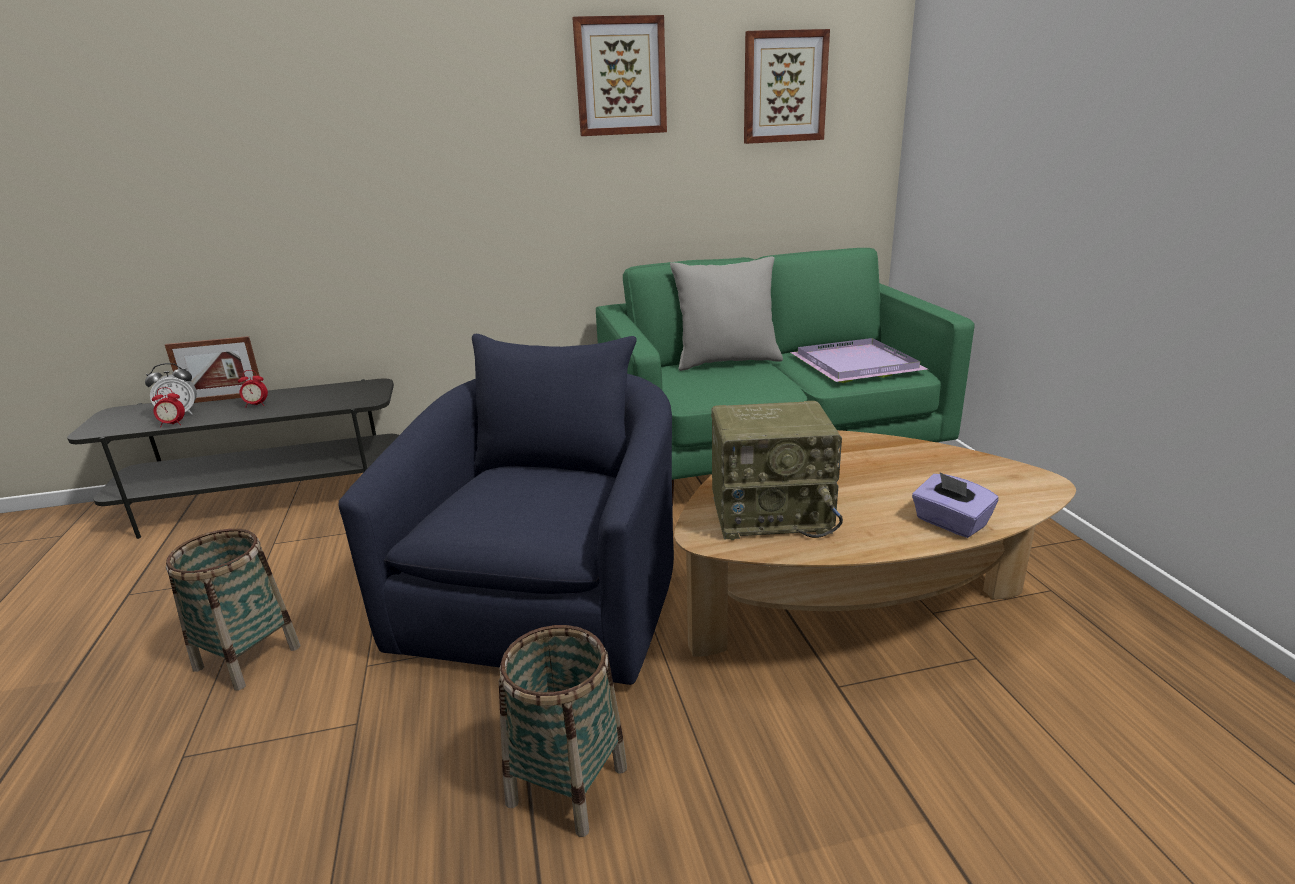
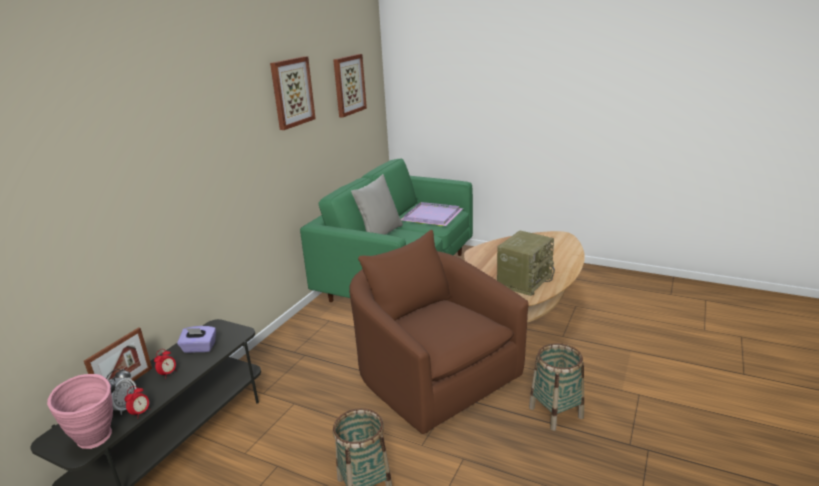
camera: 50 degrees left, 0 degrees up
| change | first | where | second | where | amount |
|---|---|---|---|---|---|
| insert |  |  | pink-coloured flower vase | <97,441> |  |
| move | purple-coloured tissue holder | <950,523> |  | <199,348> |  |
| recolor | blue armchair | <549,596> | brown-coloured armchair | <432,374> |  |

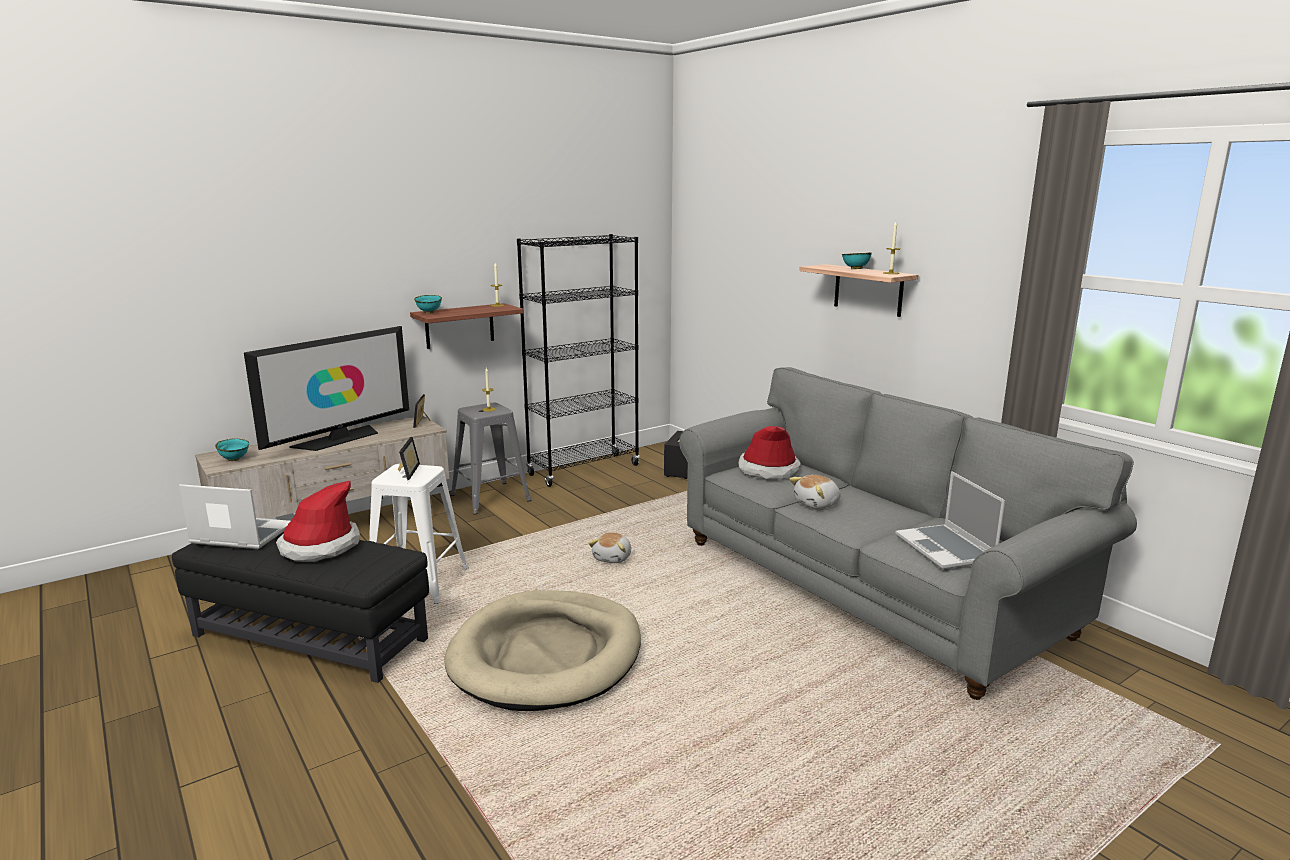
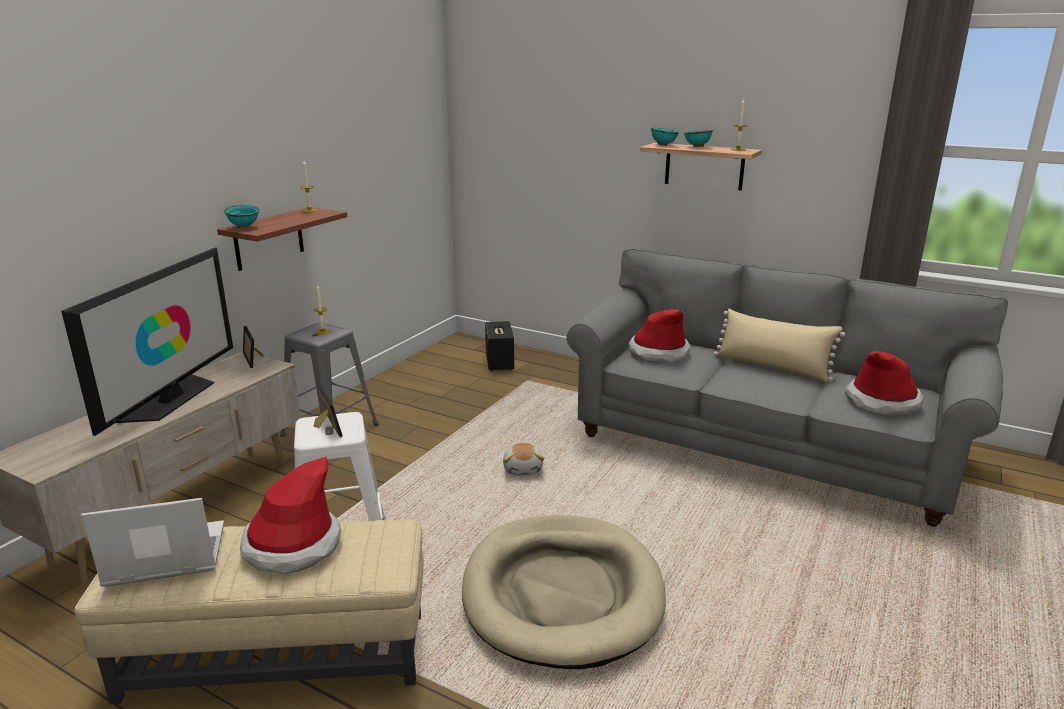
camera: 25 degrees left, 5 degrees up
| change | first | where | second | where | amount |
|---|---|---|---|---|---|
| recolor | black-coloured footrest | <309,637> | beige footrest | <276,656> |  |
| move | turquoise bowl | <235,459> |  | <663,145> |  |
| insert |  |  | beige throw pillow | <772,367> |  |
| replace | laptop | <946,549> | wearable hat | <882,401> |  |
| delete | black-coloured shelving unit | <584,470> |  |  |  |
| delete | cuddly toy | <817,504> |  |  |  |

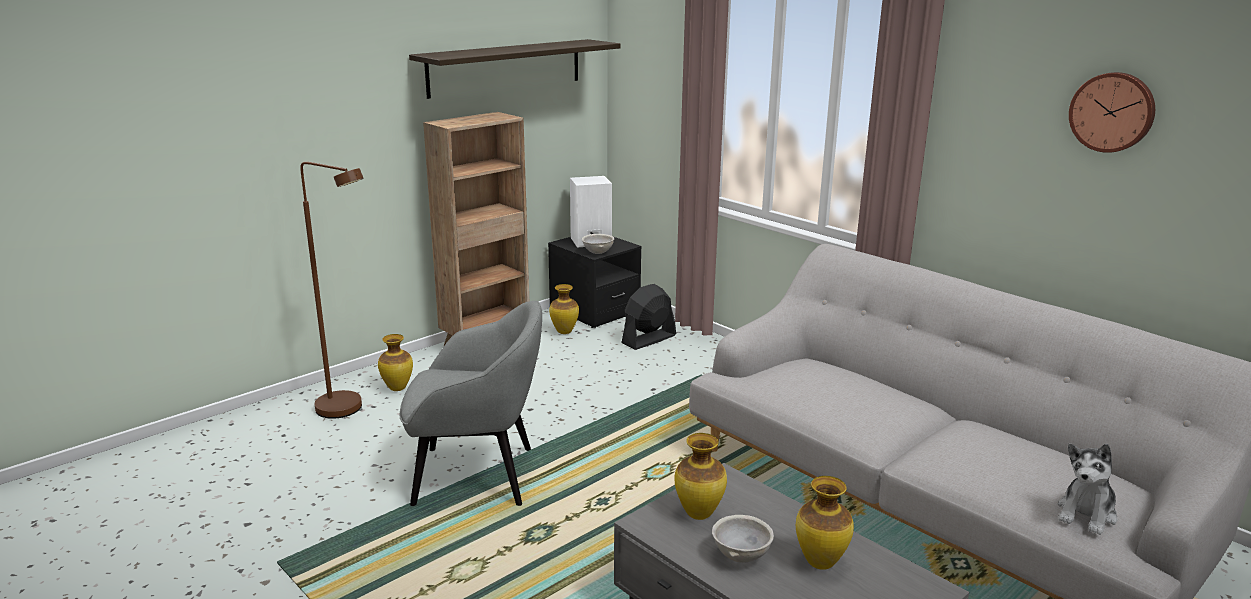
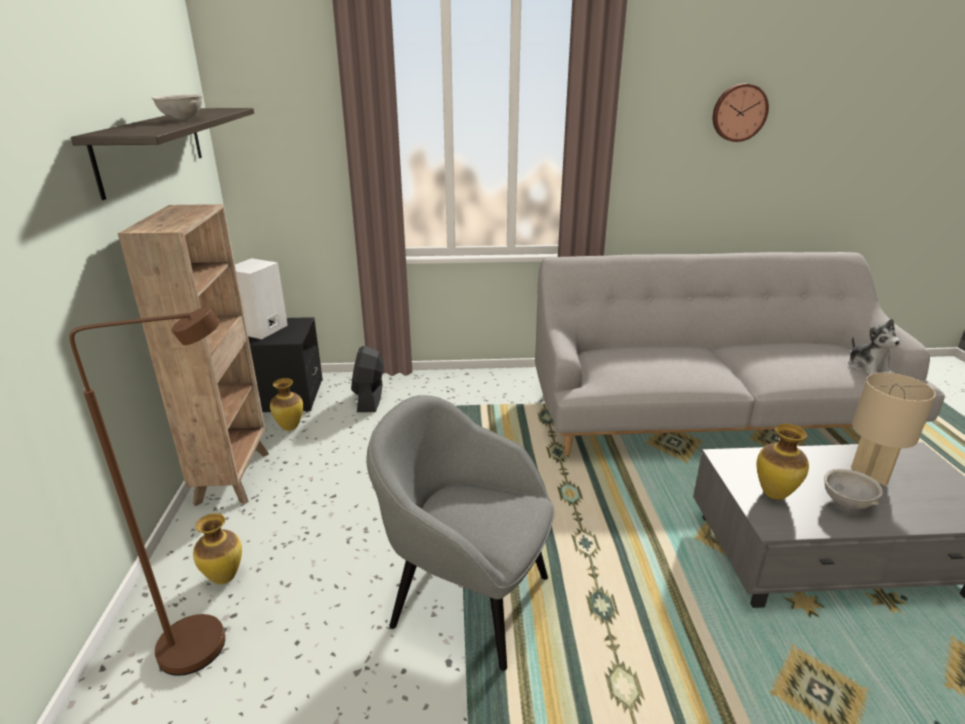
camera: 50 degrees left, 5 degrees up
| change | first | where | second | where | amount |
|---|---|---|---|---|---|
| move | grey bowl | <597,253> |  | <181,120> |  |
| rotate | grey armchair | <478,476> |  | <467,599> | 105 degrees counterclockwise |
| replace | flower vase | <819,562> | beige tabletop lamp | <868,475> |  |

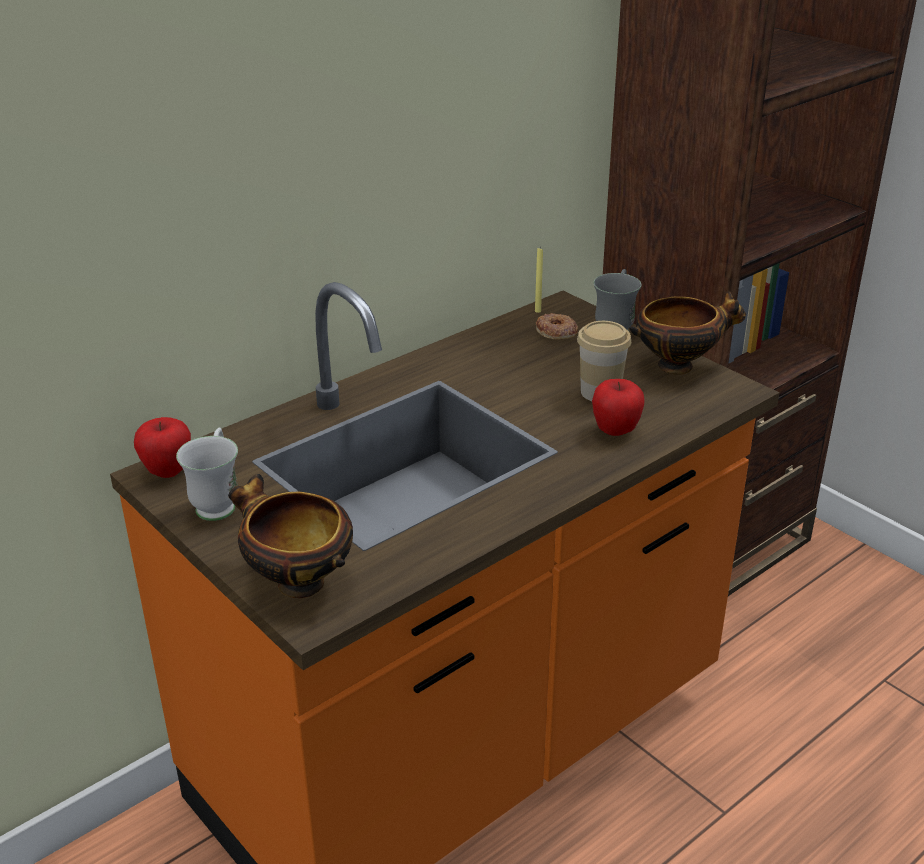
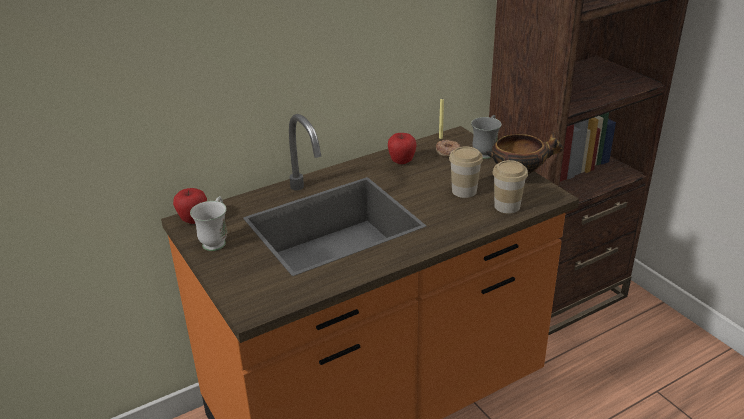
camera: 10 degrees right, 0 degrees up
| change | first | where | second | where | amount |
|---|---|---|---|---|---|
| move | apple | <615,431> |  | <401,162> |  |
| insert |  |  | drinking cup | <507,206> |  |
| delete | bowl | <296,582> |  |  |  |

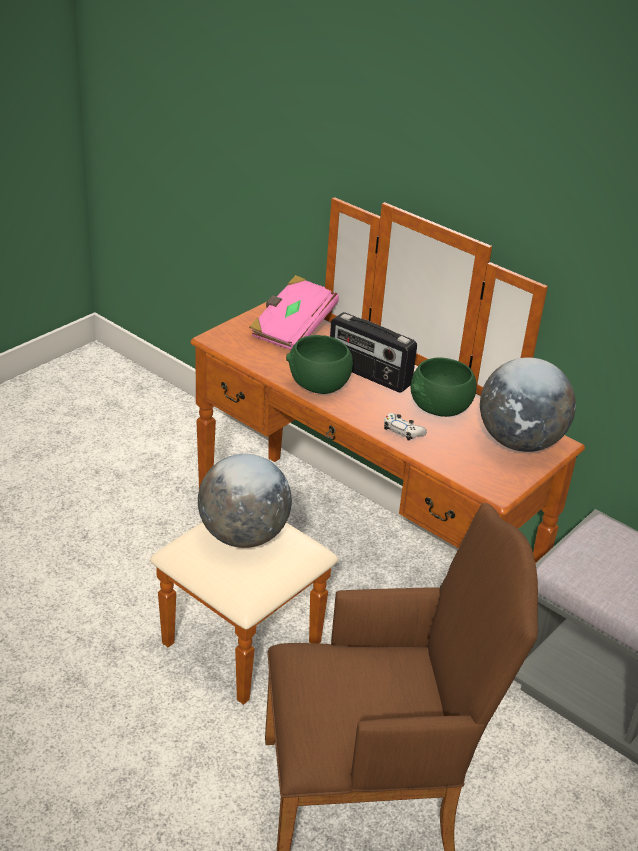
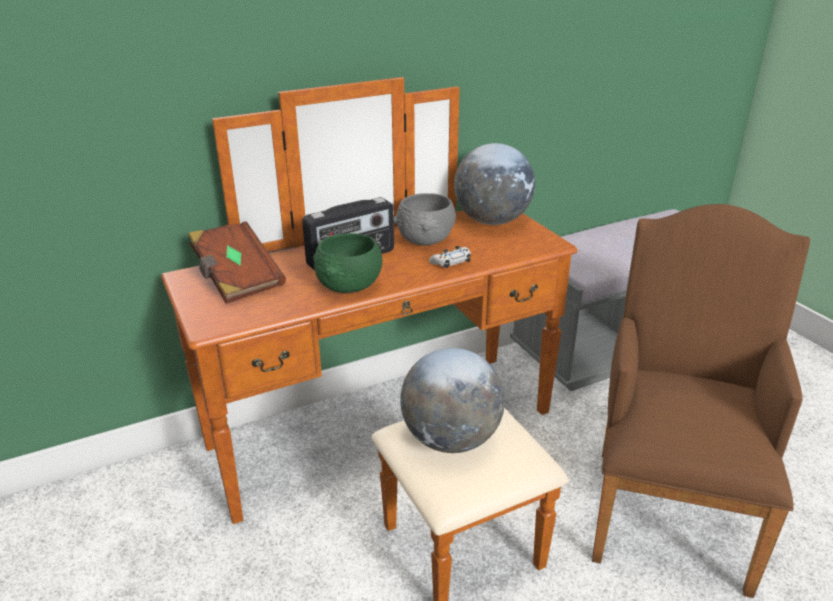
camera: 65 degrees left, 5 degrees down
| change | first | where | second | where | amount |
|---|---|---|---|---|---|
| recolor | pink-coloured book | <293,329> | brown-coloured book | <237,278> |  |
| recolor | green-coloured bowl | <439,408> | grey bowl | <426,239> |  |

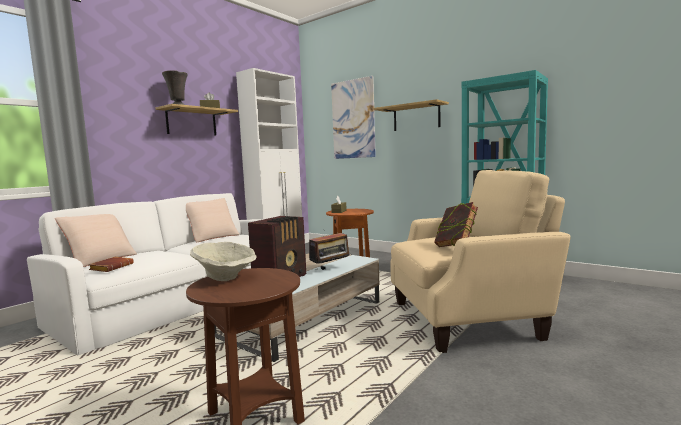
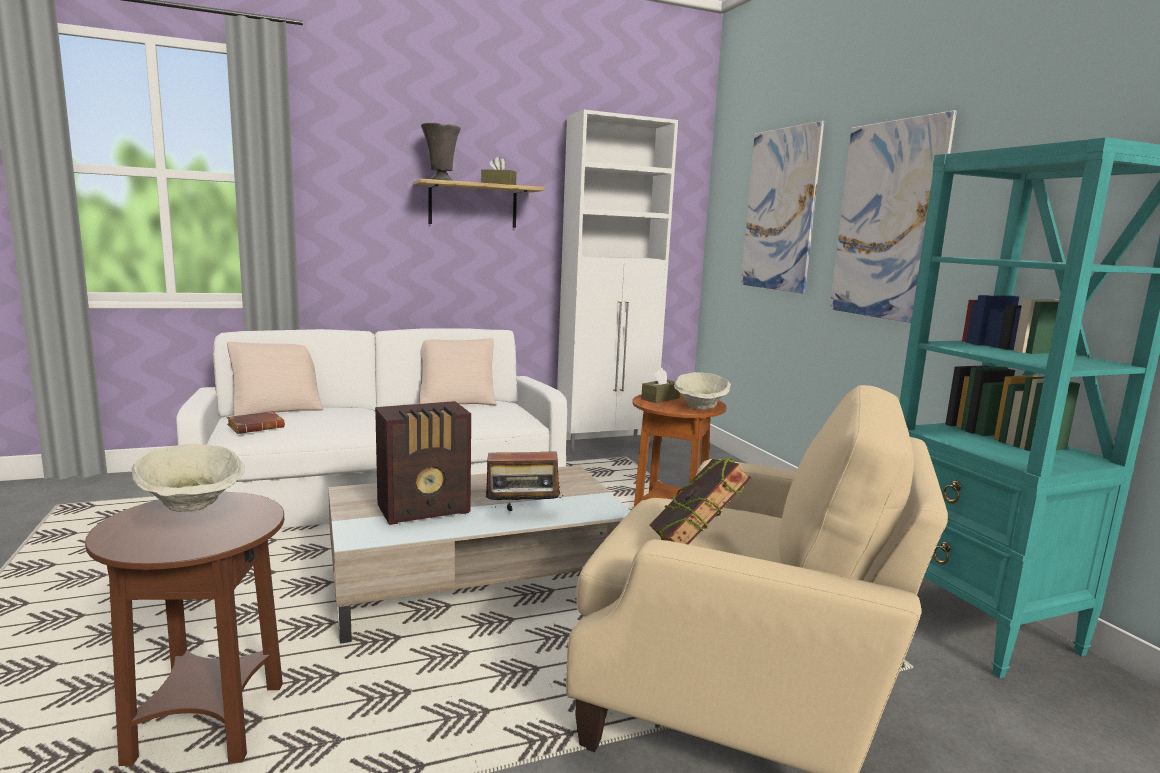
camera: 30 degrees right, 5 degrees up
| change | first | where | second | where | amount |
|---|---|---|---|---|---|
| insert |  |  | beige bowl | <701,407> |  |
| replace | wall shelf | <416,117> | wall art | <887,221> |  |

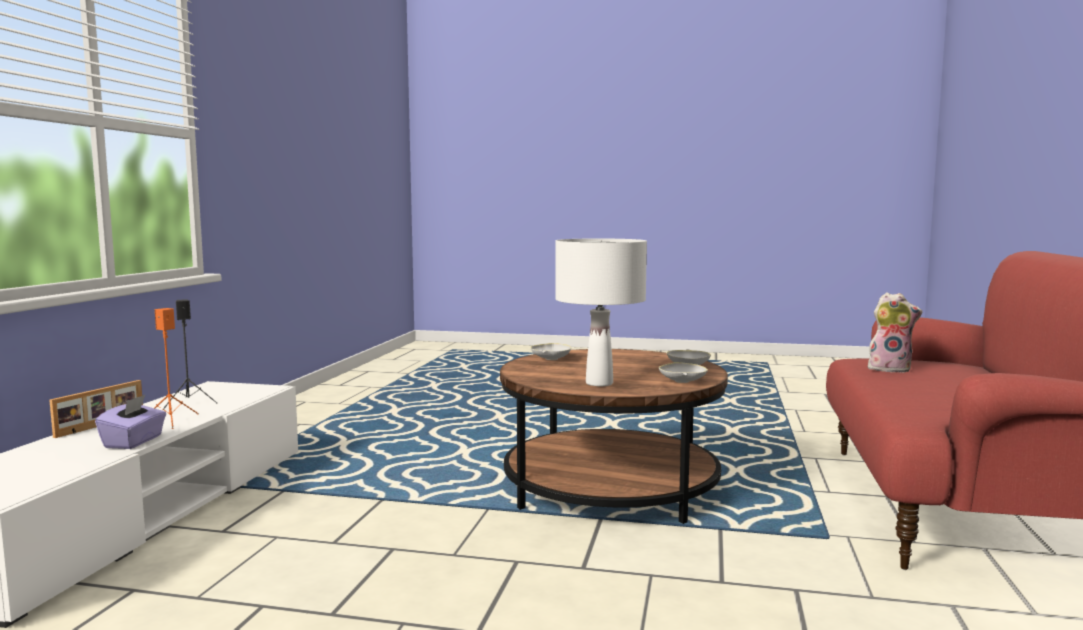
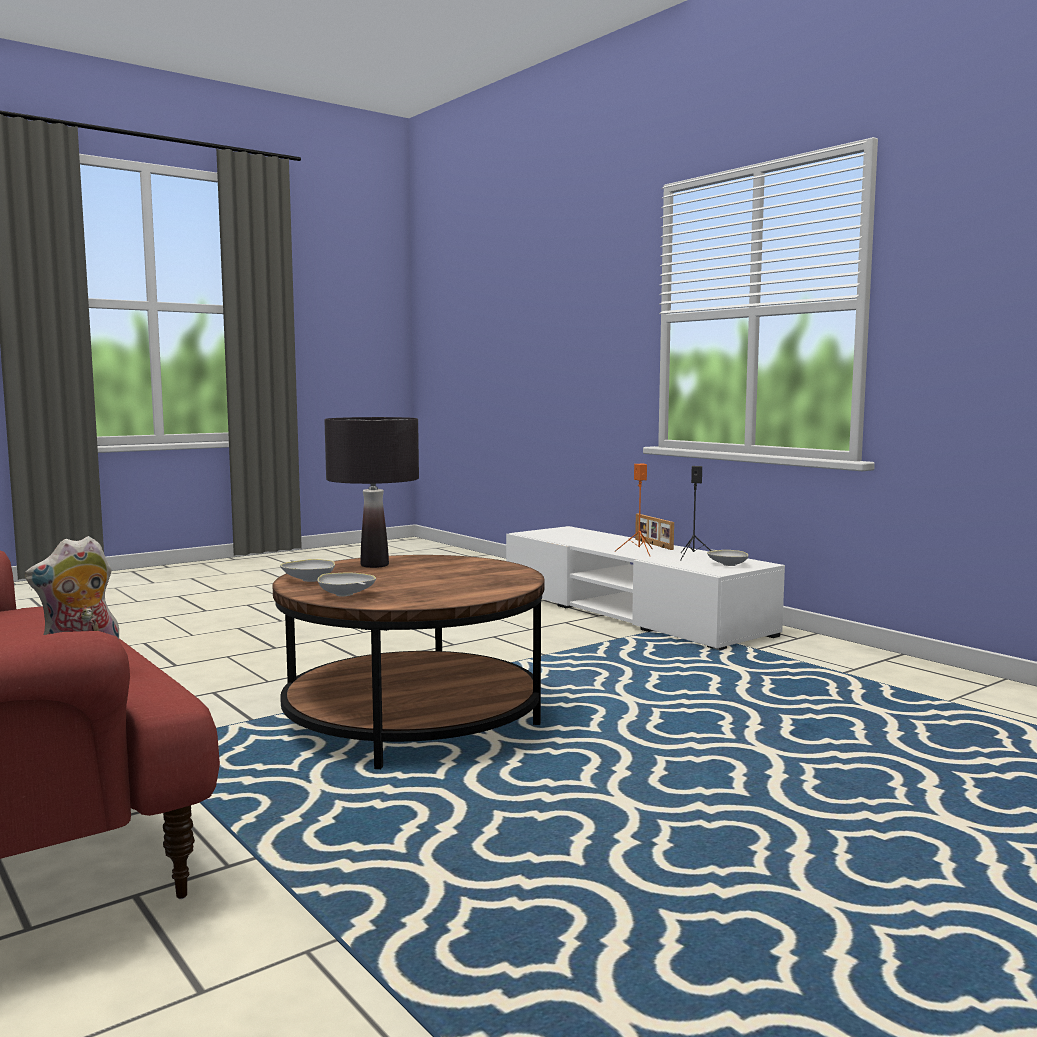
camera: 130 degrees right, 0 degrees up
| change | first | where | second | where | amount |
|---|---|---|---|---|---|
| recolor | white tabletop lamp | <599,383> | black-coloured tabletop lamp | <374,565> |  |
| move | white bowl | <551,359> |  | <727,564> |  |
| delete | purple-coloured tissue holder | <134,442> |  |  |  |

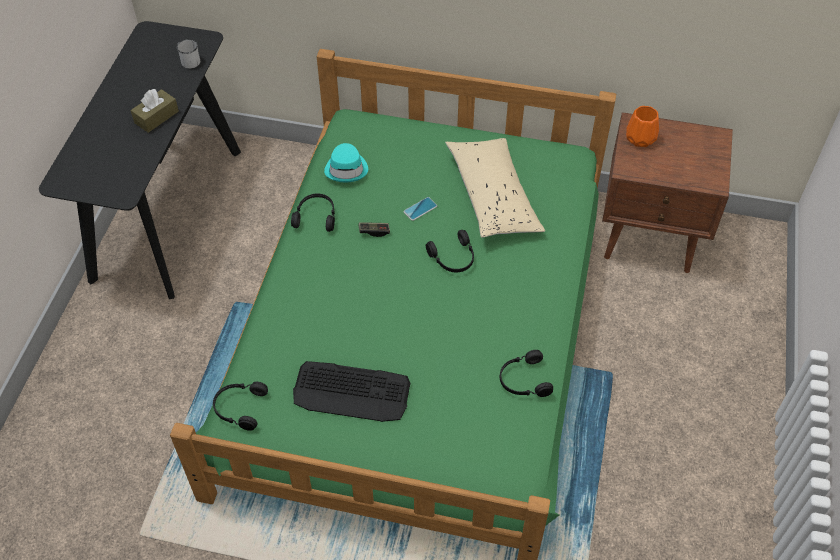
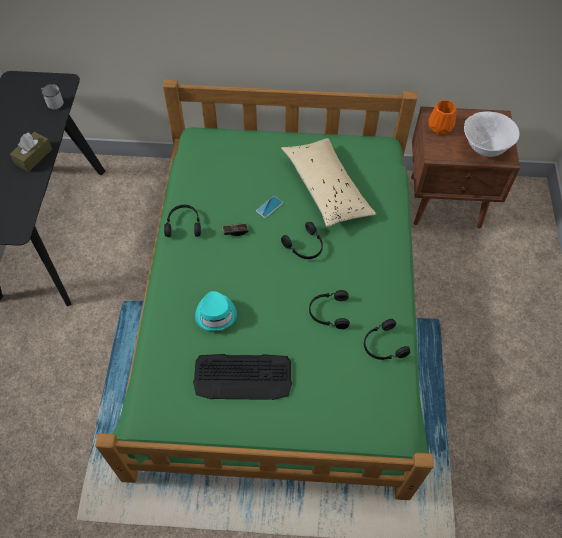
camera: 10 degrees left, 5 degrees up
| change | first | where | second | where | amount |
|---|---|---|---|---|---|
| move | turquoise wearable hat | <347,169> |  | <216,313> |  |
| move | black-coloured pair of headphones | <239,408> |  | <328,312> |  |
| insert |  |  | white bowl | <484,148> |  |

